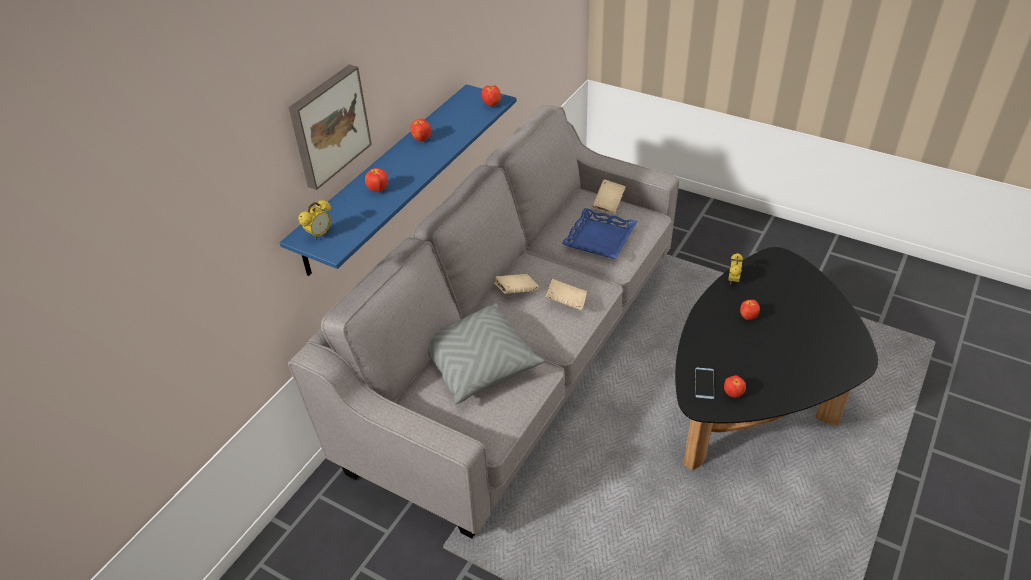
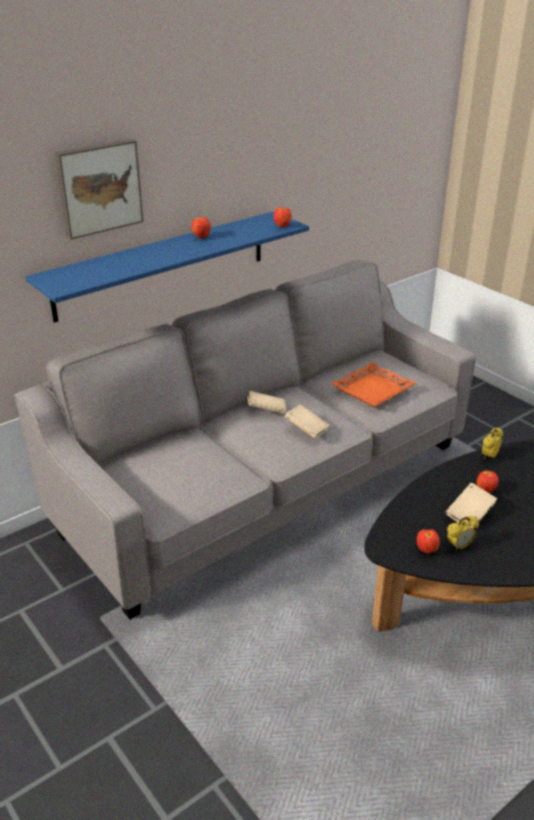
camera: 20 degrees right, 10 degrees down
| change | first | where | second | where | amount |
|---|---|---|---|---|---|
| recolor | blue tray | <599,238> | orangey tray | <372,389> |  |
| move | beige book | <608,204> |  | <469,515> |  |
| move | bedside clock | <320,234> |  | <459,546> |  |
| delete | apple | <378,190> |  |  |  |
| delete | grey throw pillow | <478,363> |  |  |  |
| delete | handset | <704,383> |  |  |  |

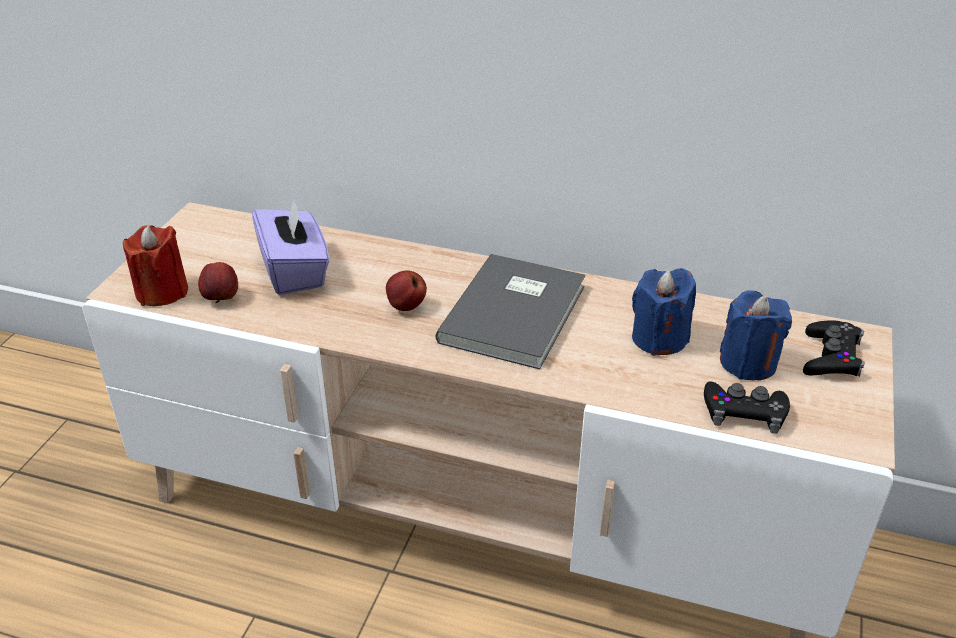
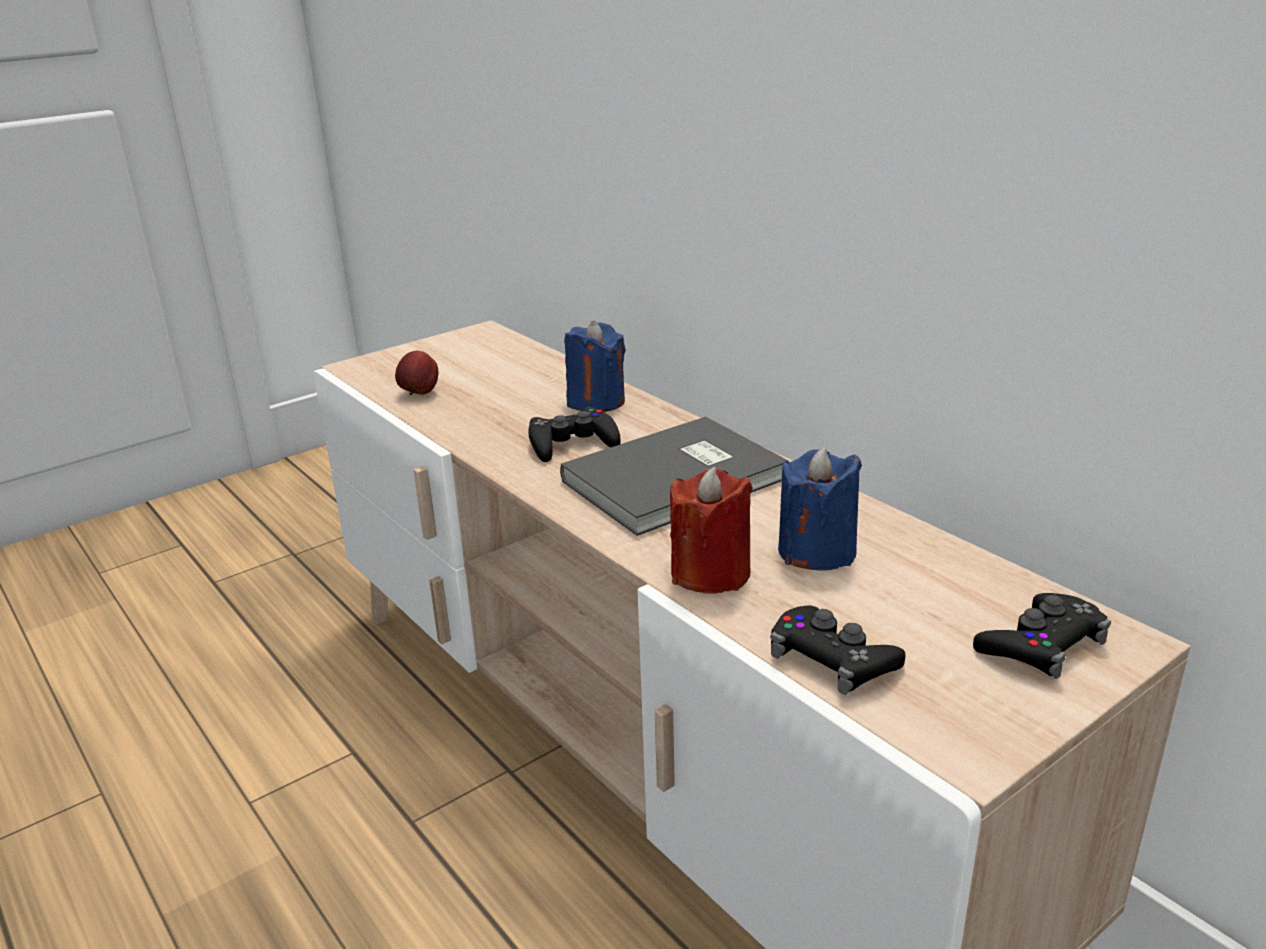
camera: 35 degrees right, 10 degrees down
| change | first | where | second | where | amount |
|---|---|---|---|---|---|
| replace | apple | <405,306> | black-coloured joypad | <572,443> |  |
| move | blue wax light | <748,363> |  | <596,401> |  |
| move | red wax light | <162,292> |  | <710,573> |  |
| delete | purple-coloured tissue holder | <295,271> |  |  |  |

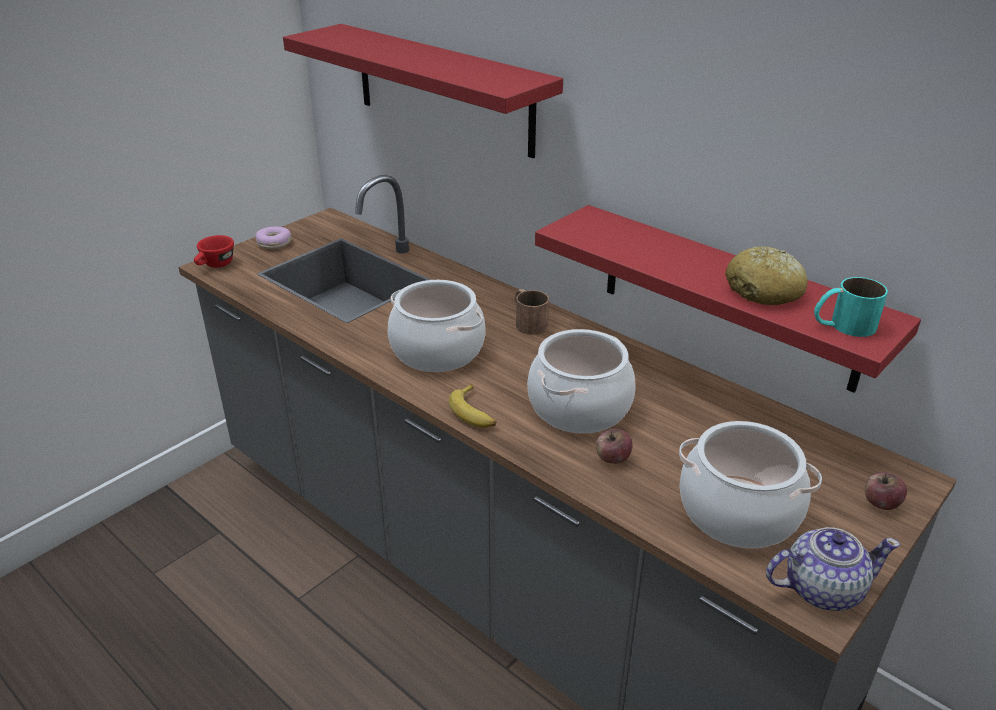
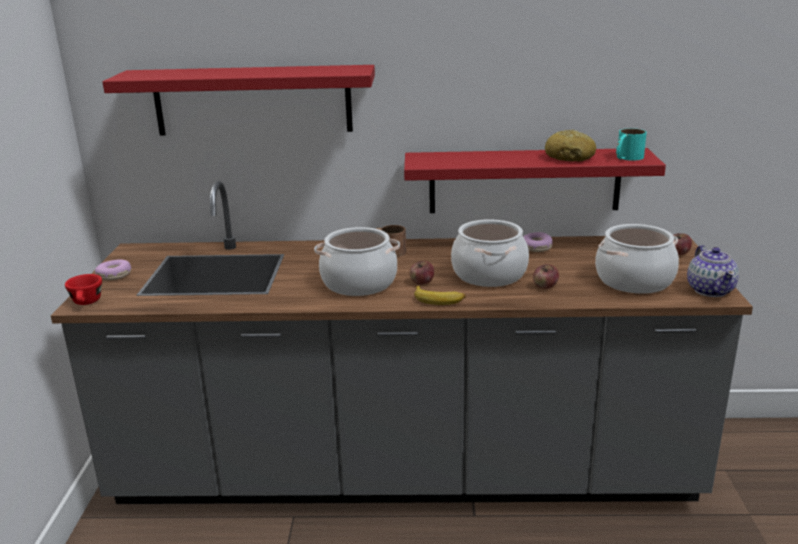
camera: 40 degrees left, 10 degrees down
| change | first | where | second | where | amount |
|---|---|---|---|---|---|
| insert |  |  | apple | <422,282> |  |
| insert |  |  | ring doughnut | <536,248> |  |
| rotate | pot for tea | <821,589> |  | <710,290> | 135 degrees clockwise |

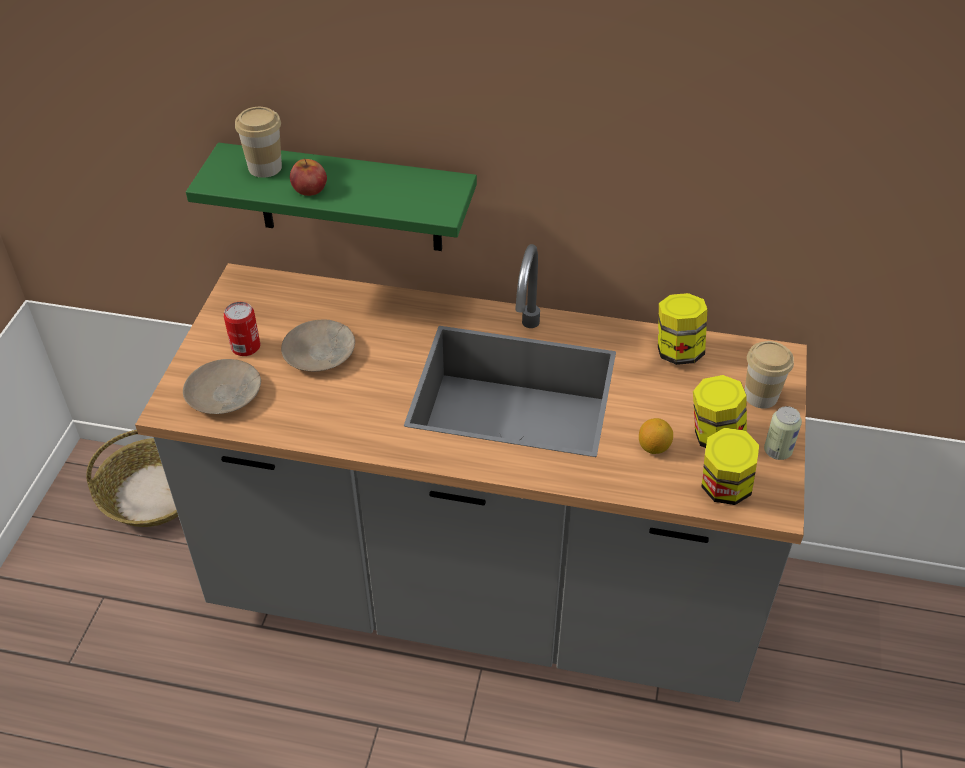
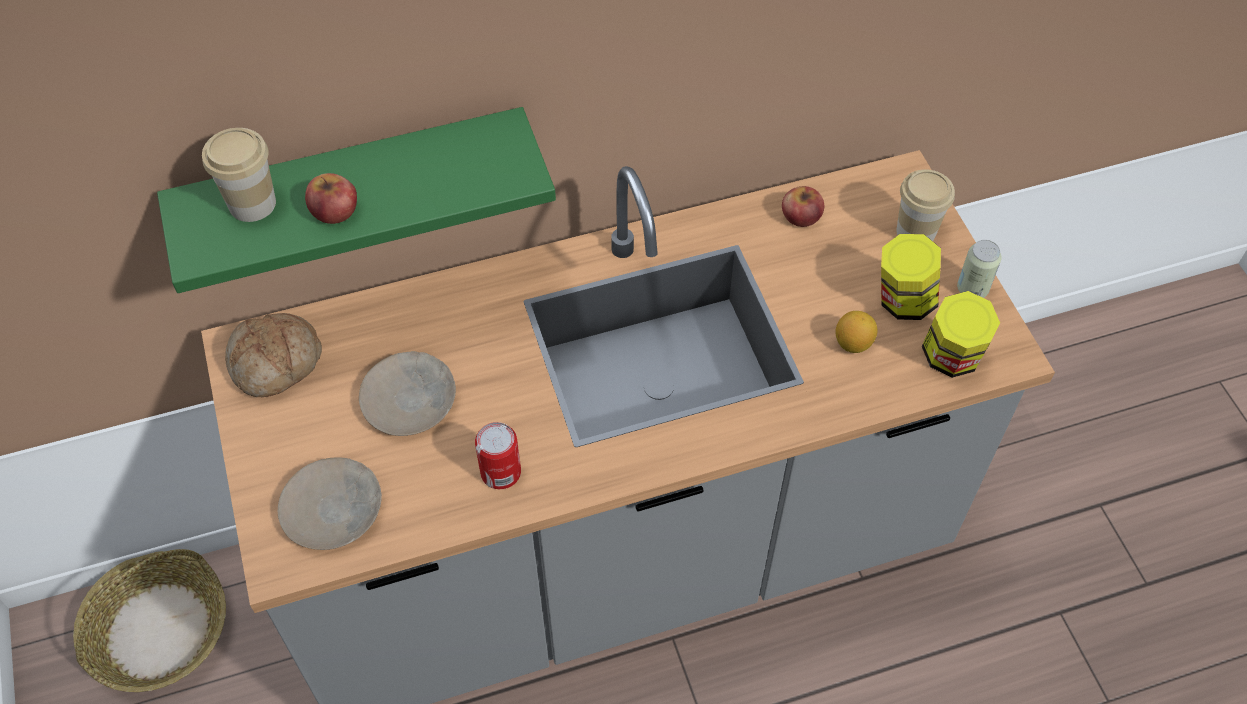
camera: 30 degrees left, 10 degrees up
| change | first | where | second | where | amount |
|---|---|---|---|---|---|
| insert |  |  | bakery bread | <276,364> |  |
| move | sealed can | <245,347> |  | <500,472> |  |
| replace | storage jar | <678,351> | apple | <801,216> |  |

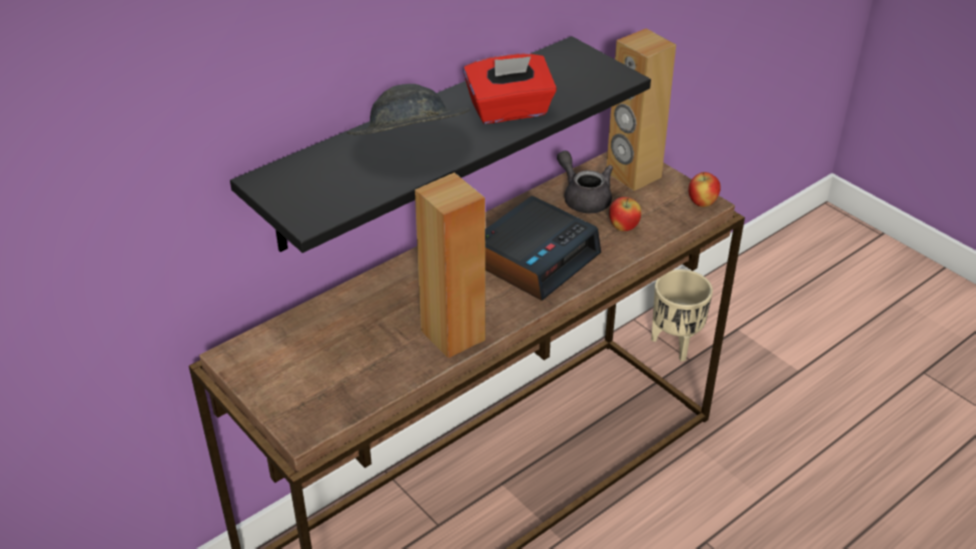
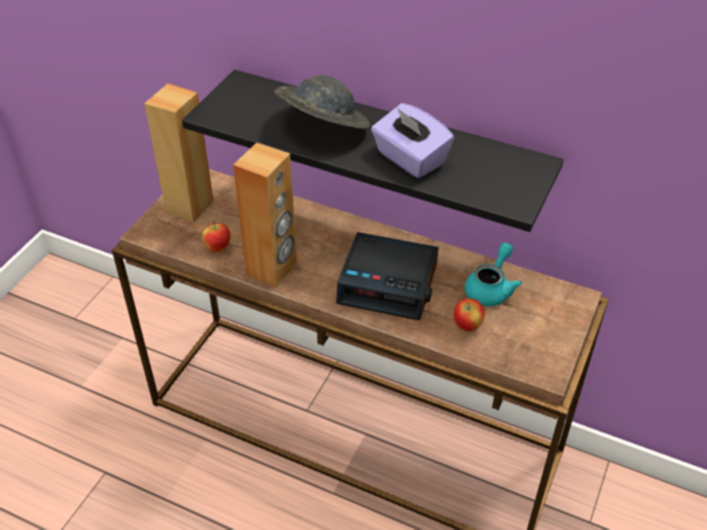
camera: 65 degrees right, 5 degrees up
| change | first | where | second | where | amount |
|---|---|---|---|---|---|
| move | brown-coloured speaker | <633,175> |  | <189,206> |  |
| move | apple | <702,203> |  | <218,248> |  |
| recolor | red tissue holder | <509,111> | purple-coloured tissue holder | <410,159> |  |
| recolor | grey pot for tea | <584,198> | turquoise pot for tea | <491,288> |  |
| delete | beige planter | <676,344> |  |  |  |

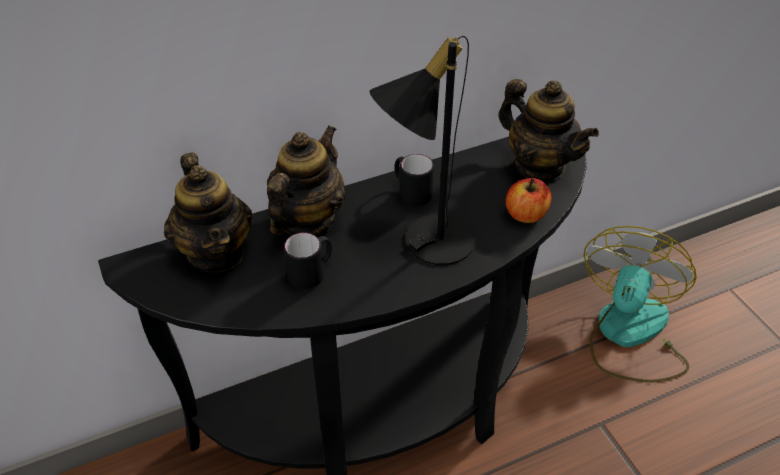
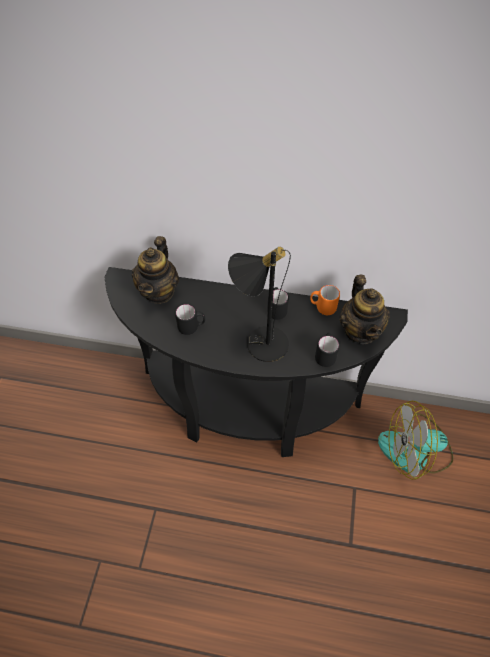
camera: 35 degrees right, 10 degrees up
| change | first | where | second | where | amount |
|---|---|---|---|---|---|
| insert |  |  | orangey mug | <322,307> |  |
| replace | apple | <526,214> | black-coloured mug | <325,355> |  |
| rotate | fan | <629,335> |  | <415,451> | 150 degrees counterclockwise |
| delete | pot for tea | <307,220> |  |  |  |

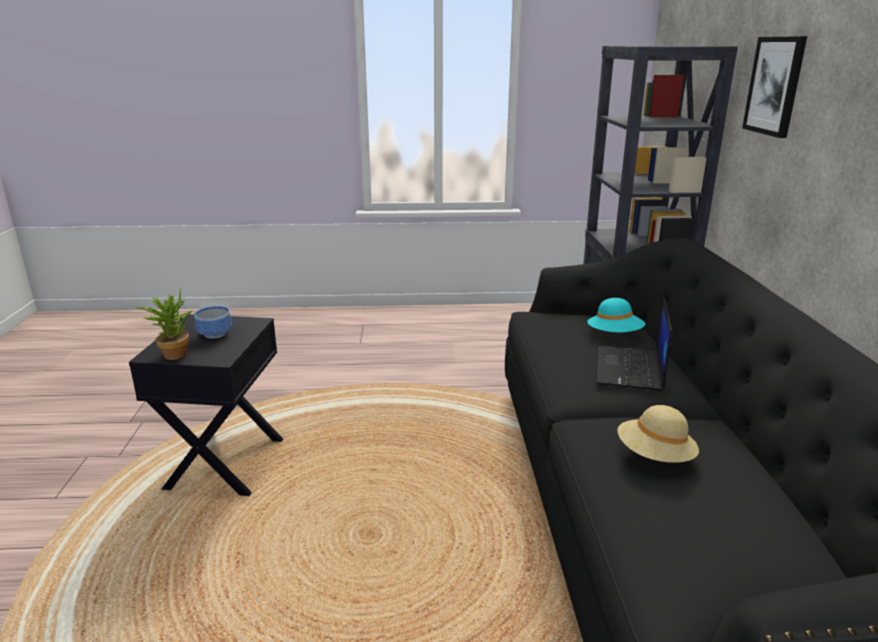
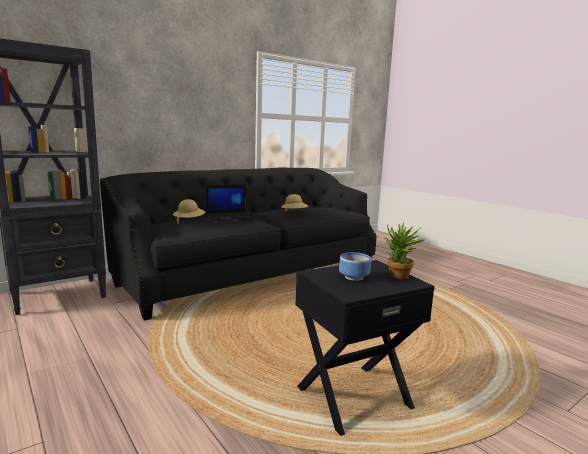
camera: 125 degrees left, 10 degrees down
| change | first | where | second | where | amount |
|---|---|---|---|---|---|
| recolor | turquoise wearable hat | <614,335> | beige wearable hat | <189,221> |  |
| delete | wall art | <775,86> |  |  |  |

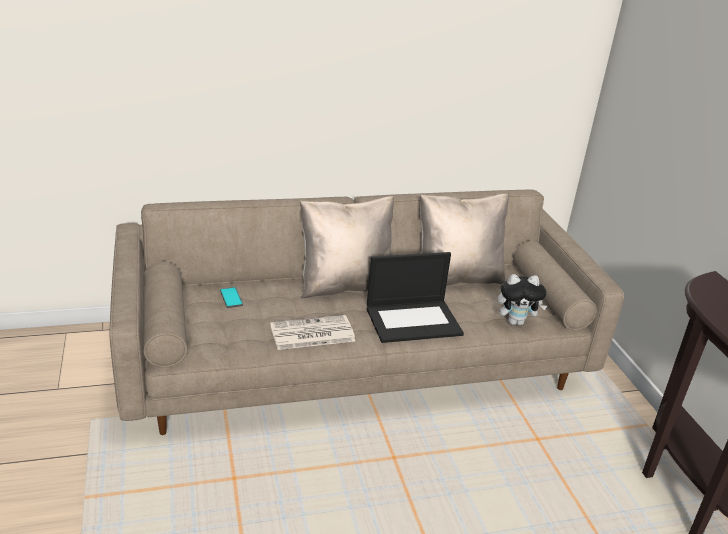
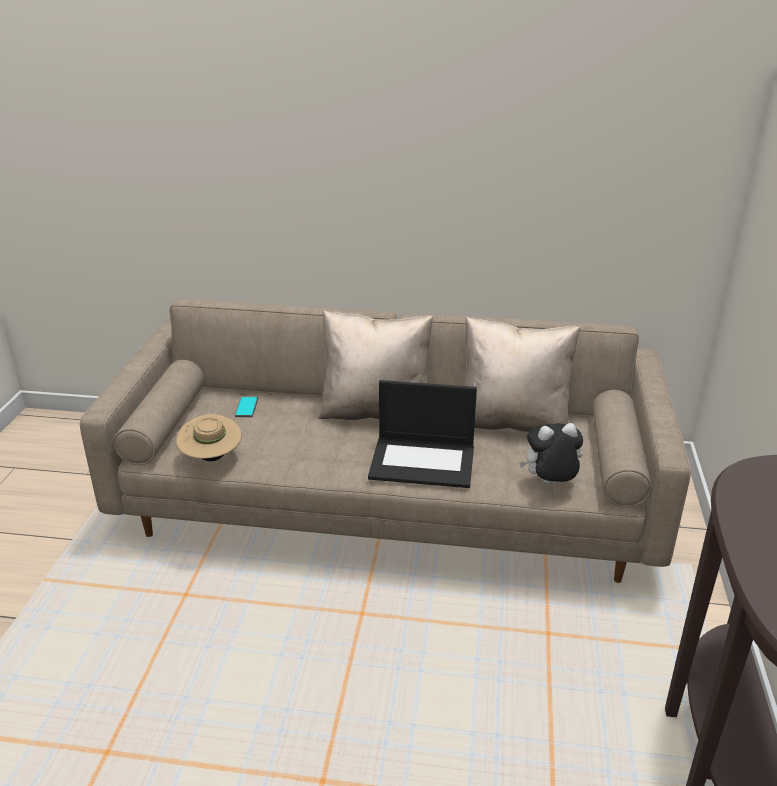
camera: 25 degrees right, 0 degrees up
| change | first | where | second | where | amount |
|---|---|---|---|---|---|
| insert |  |  | beige wearable hat | <211,457> |  |
| rotate | cuddly toy | <516,322> |  | <549,484> | 150 degrees clockwise |
| delete | newspaper | <311,334> |  |  |  |

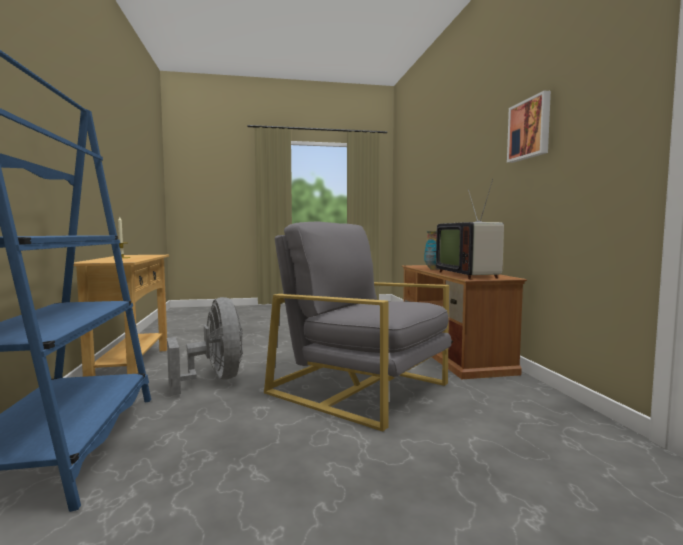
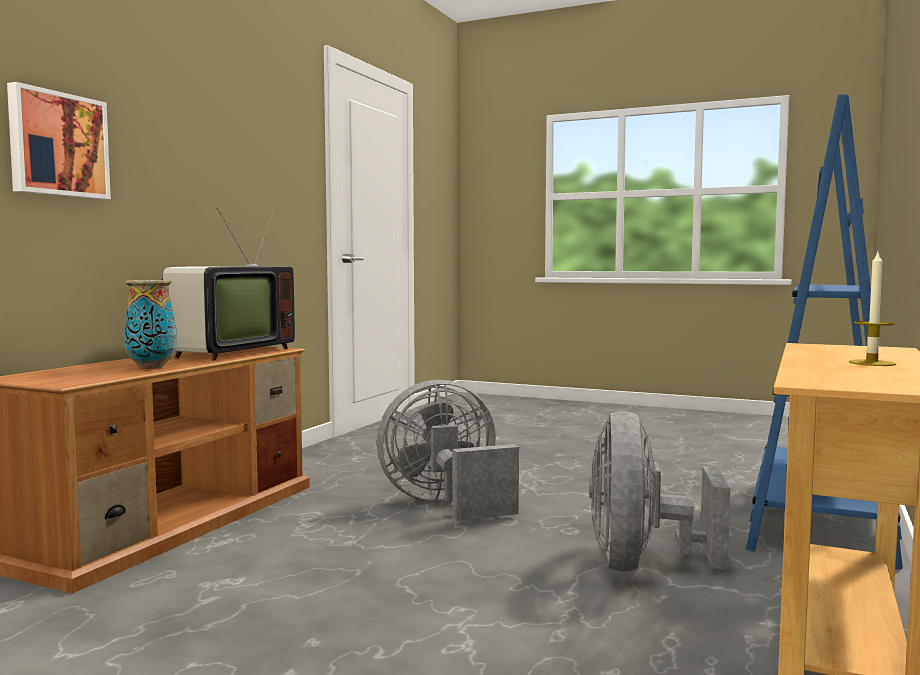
camera: 145 degrees left, 0 degrees up
| change | first | where | second | where | amount |
|---|---|---|---|---|---|
| move | wall art | <530,129> |  | <57,145> |  |
| replace | grey armchair | <360,388> | grey fan | <446,504> |  |

